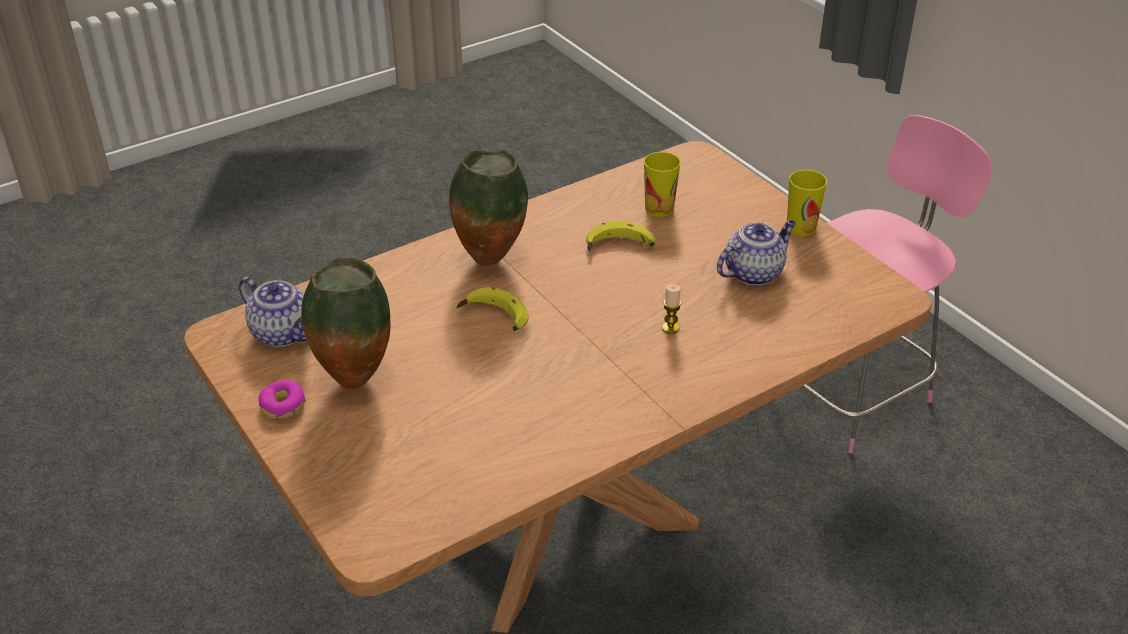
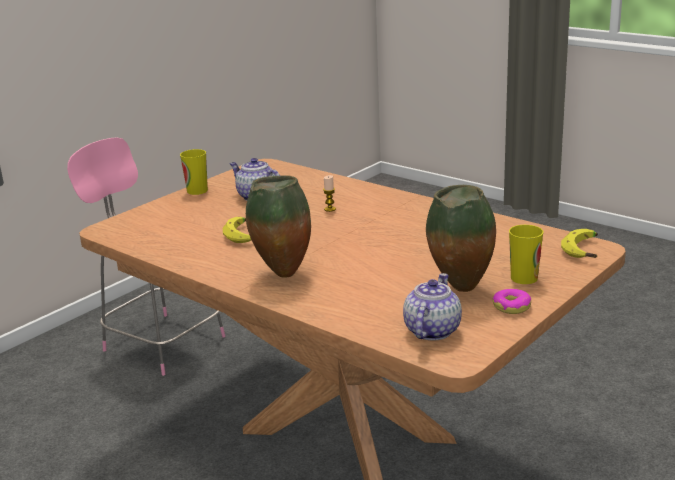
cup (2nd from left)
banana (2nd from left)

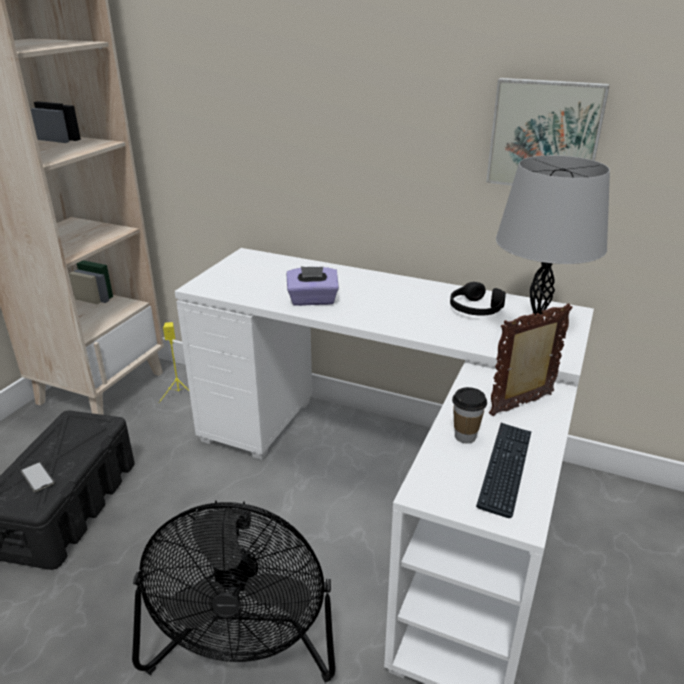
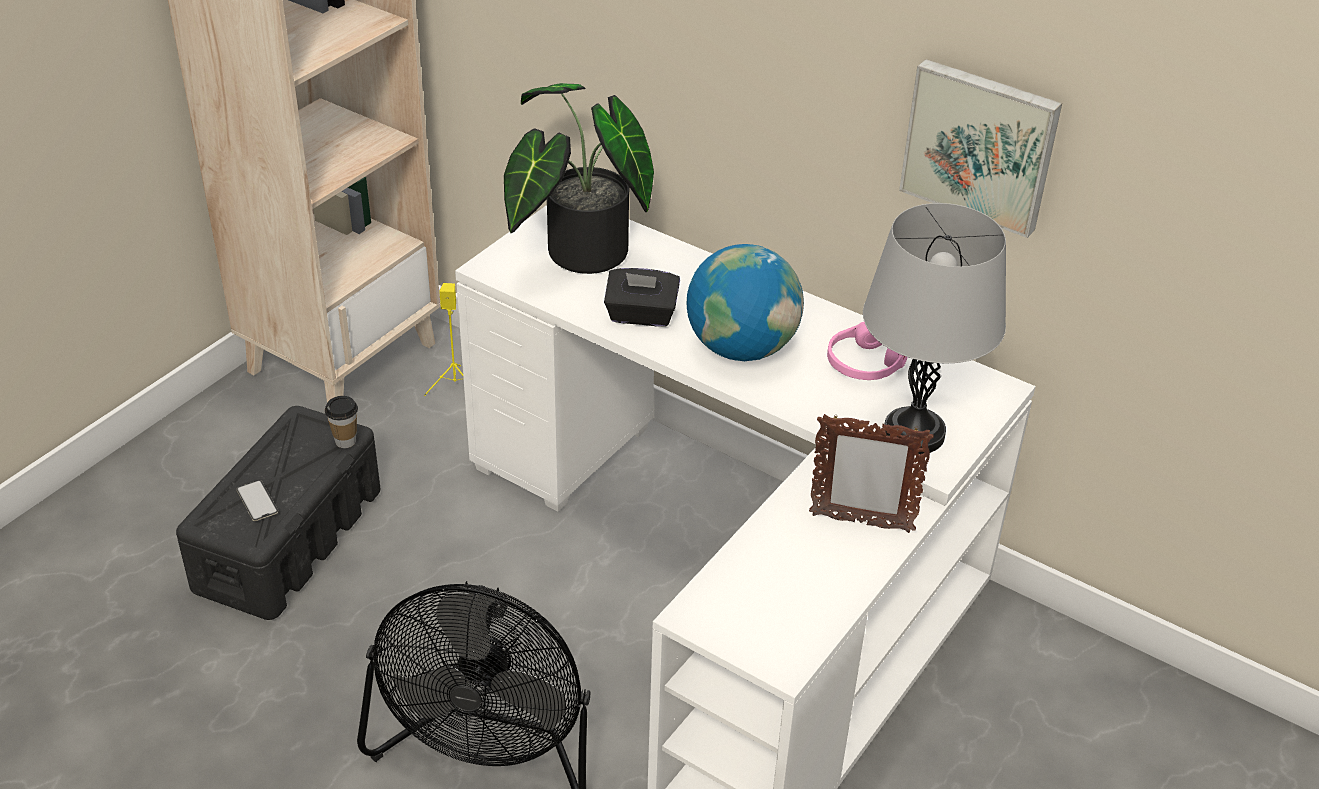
cup
potted plant
black tissue box
globe
picture frame
pink headphones
keyboard

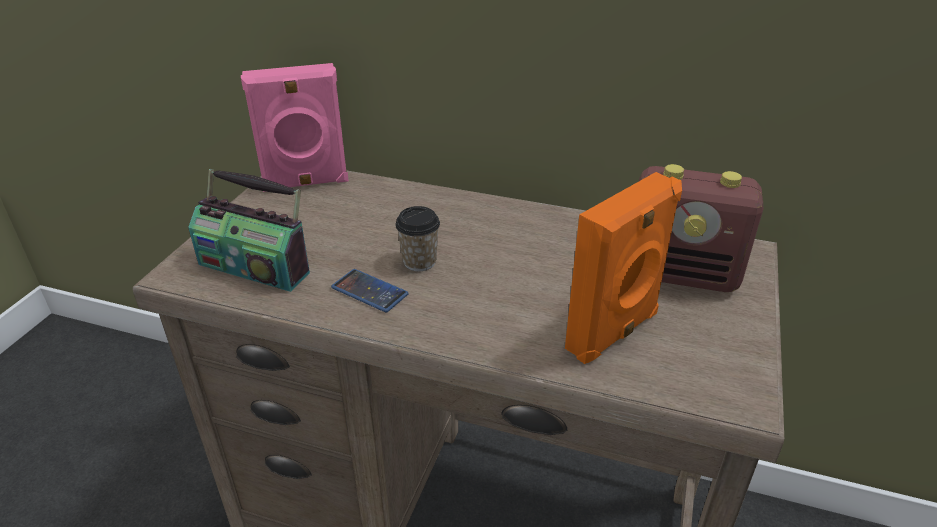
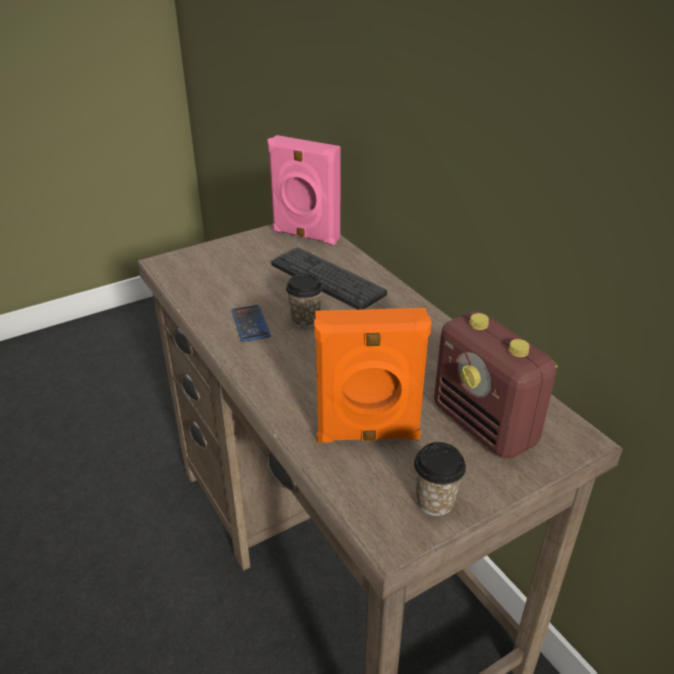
keyboard
cup (2nd from left)
radio (1st from left in the first image)

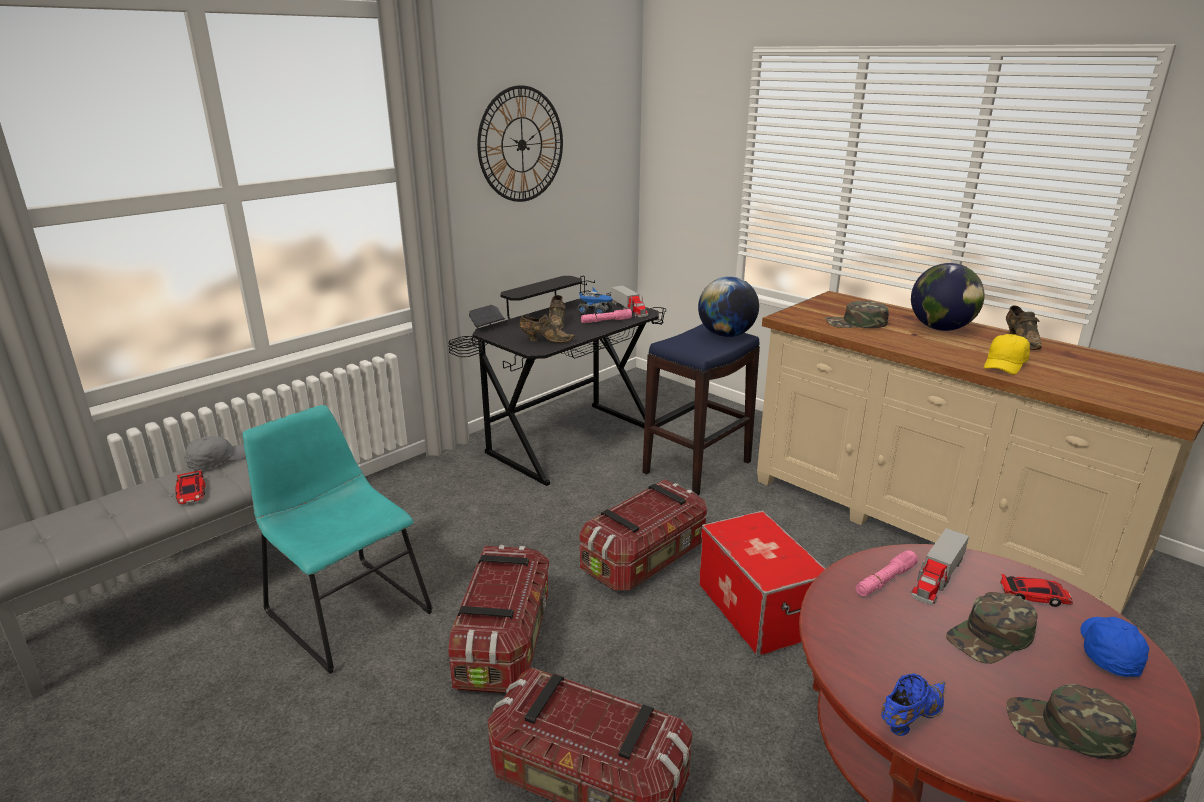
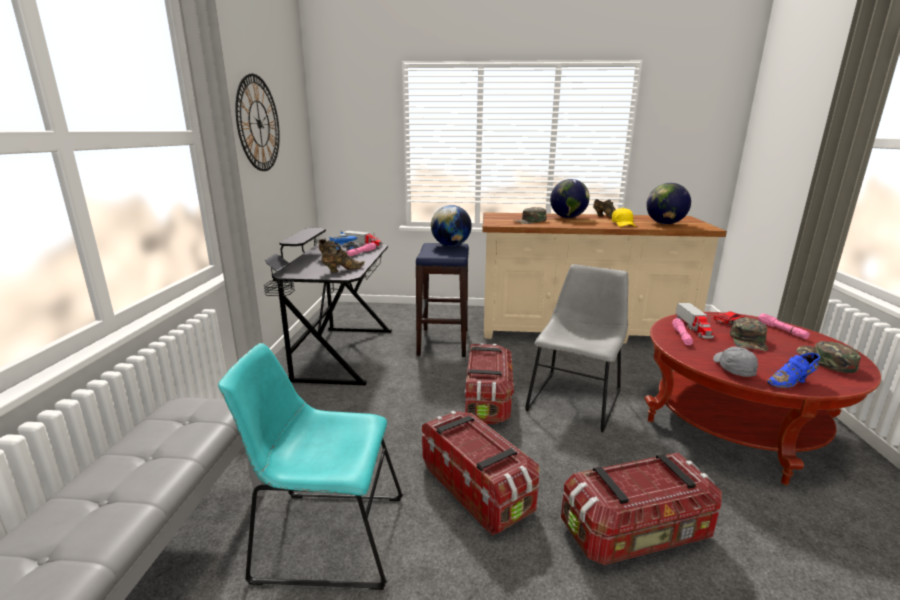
grey chair
globe (3rd from left)
grey cap
pink flashlight (3rd from left)
blue shoe
green cap (3rd from left)
toy car (1st from left in the first image)

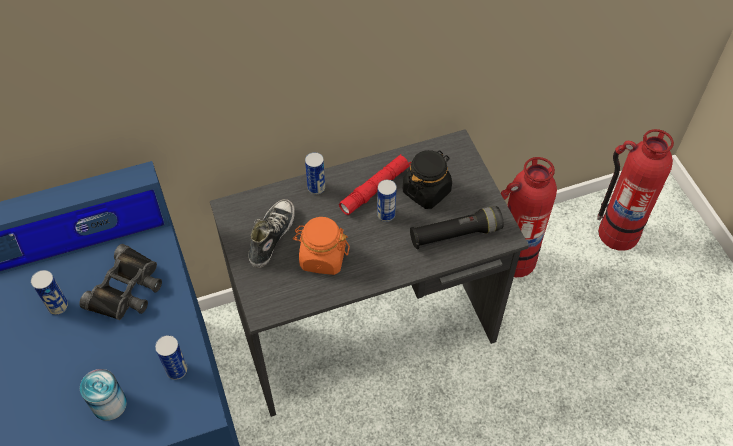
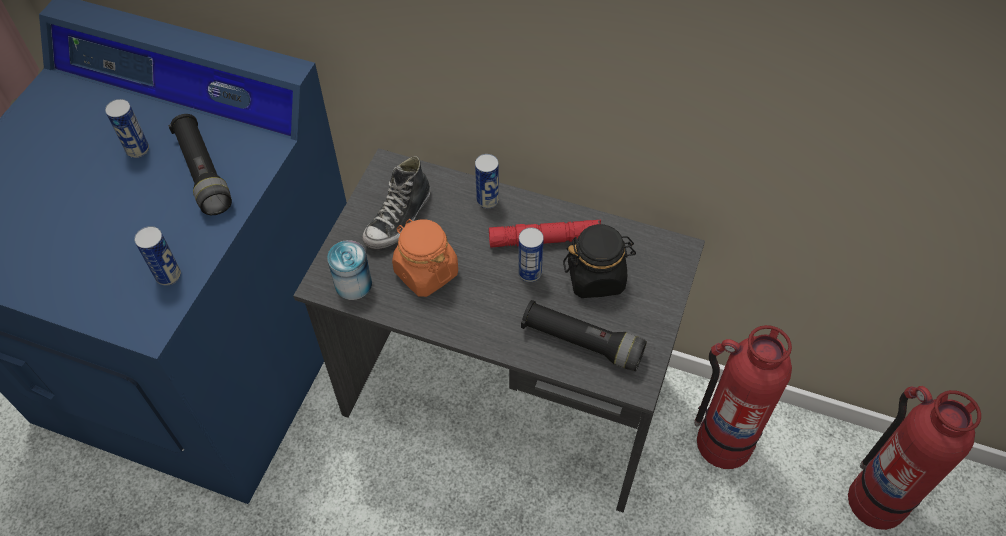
black flashlight (1st from left)
can (3rd from left)
shoe

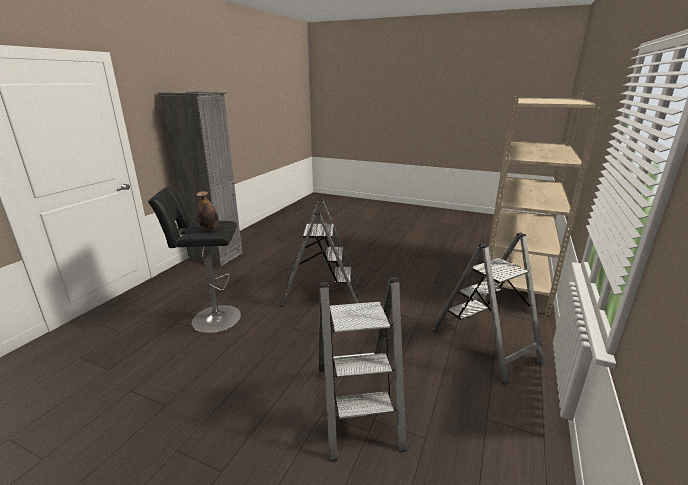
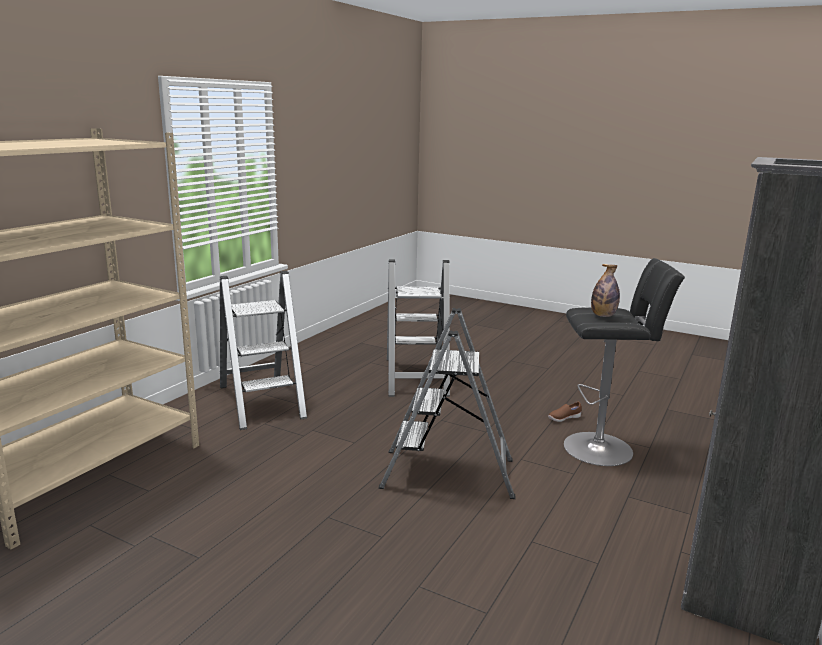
brown shoe

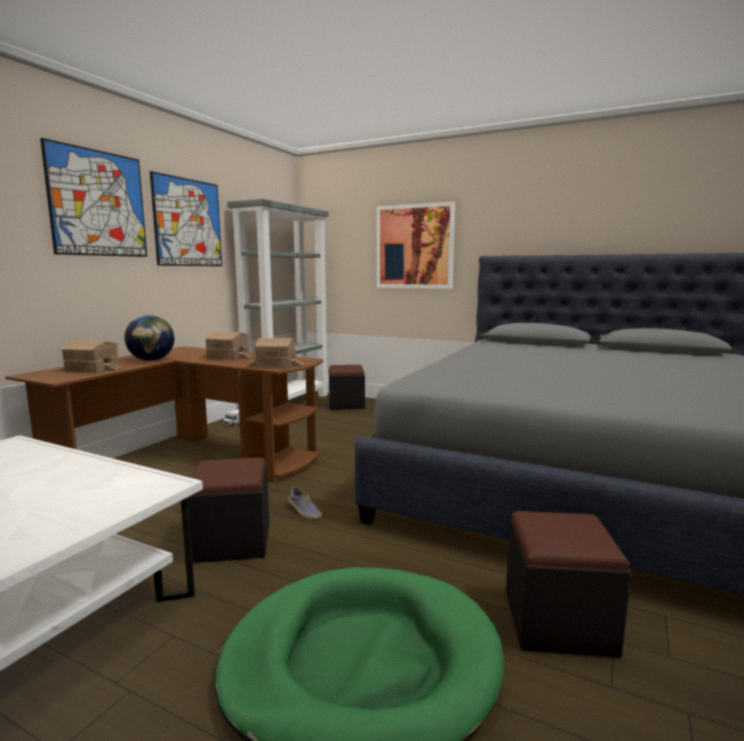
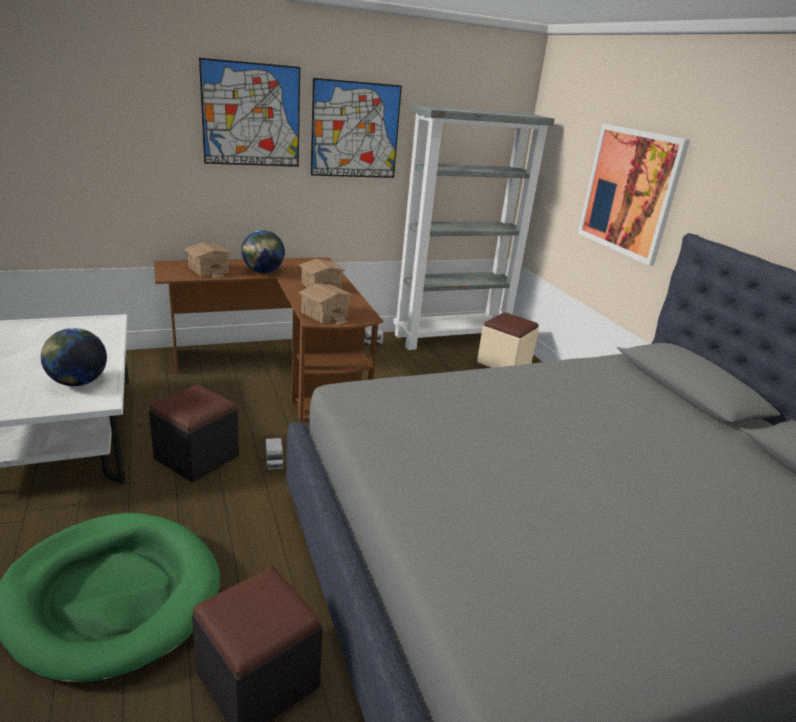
globe (1st from left)
toy truck (1st from left)
beige ottoman

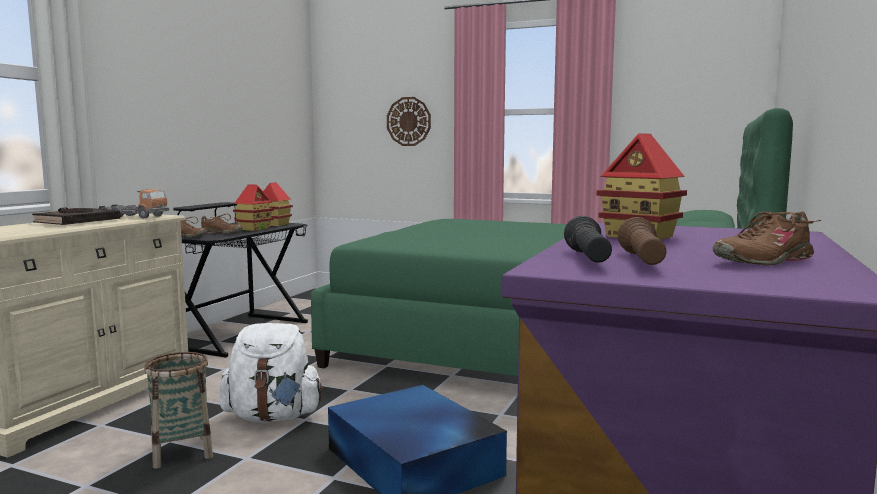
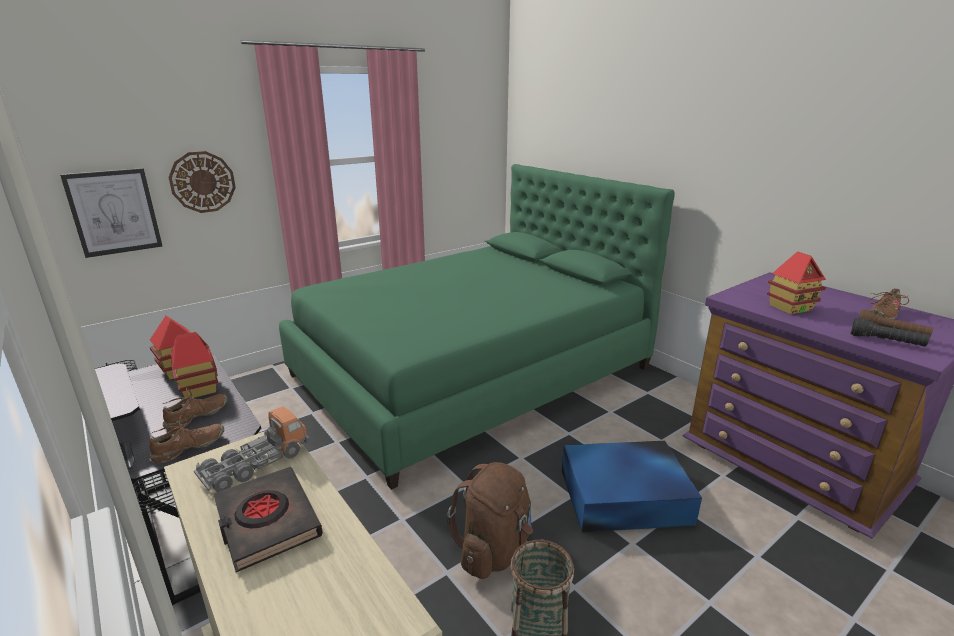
picture
brown backpack
brown shoe (3rd from left)

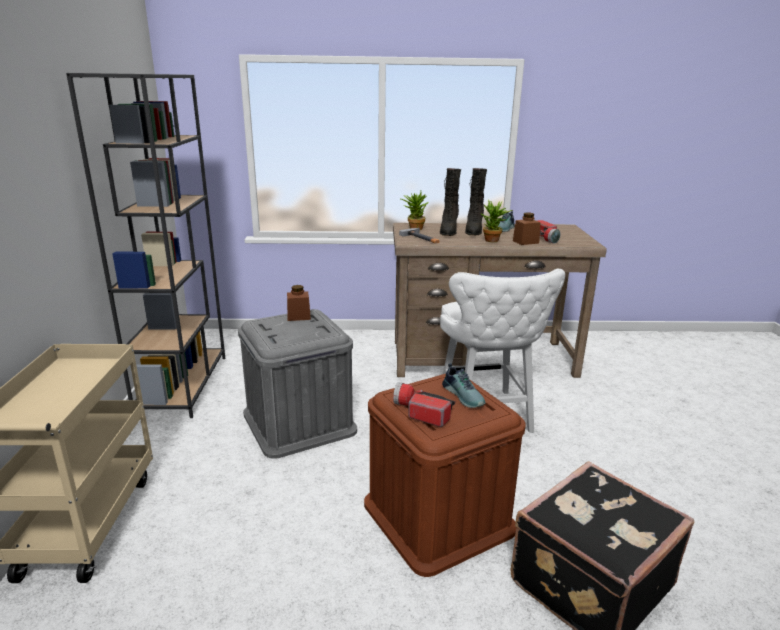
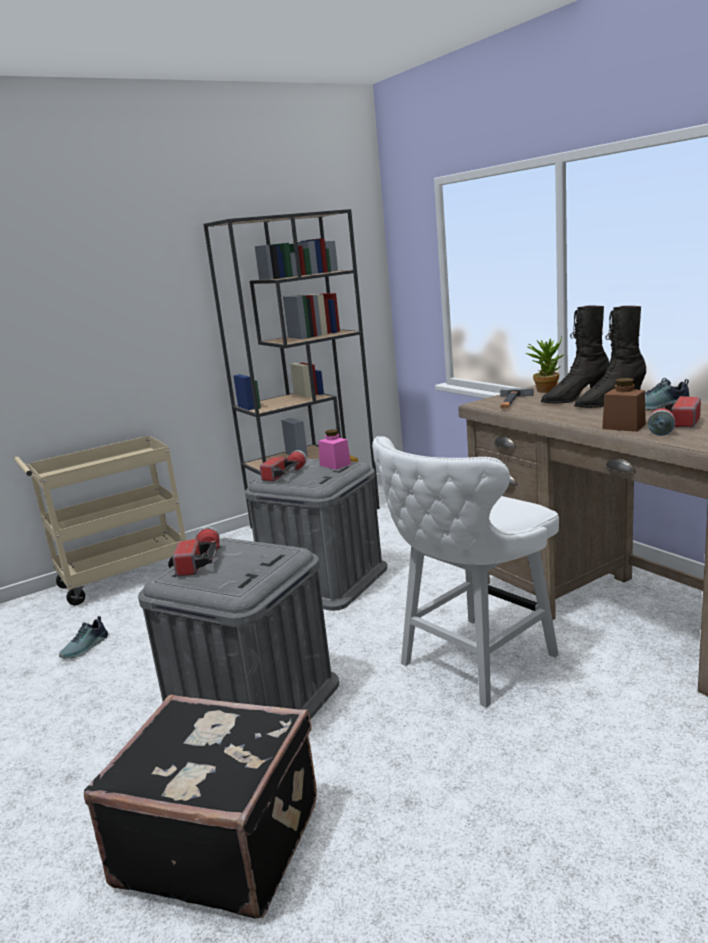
shoe (1st from left)
grey storage box (1st from left)
flashlight (2nd from left)
pink jar
potted plant (2nd from left in the first image)

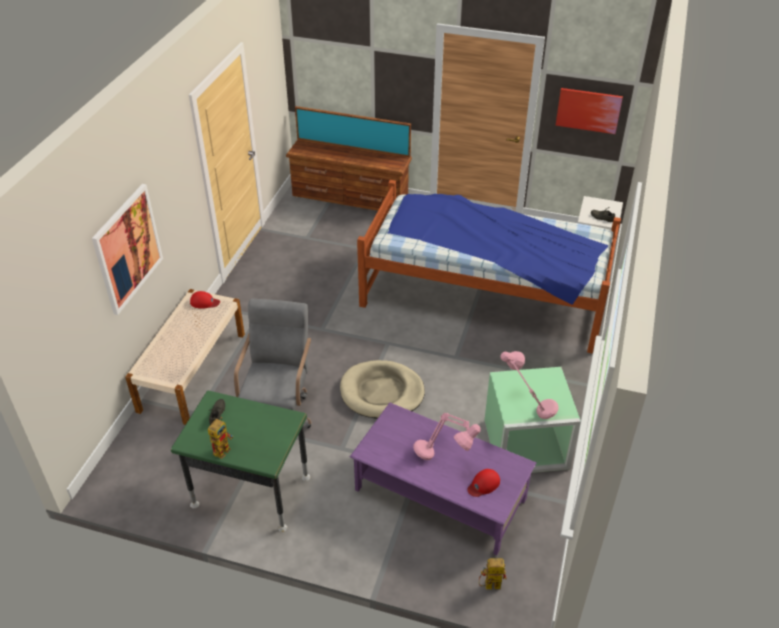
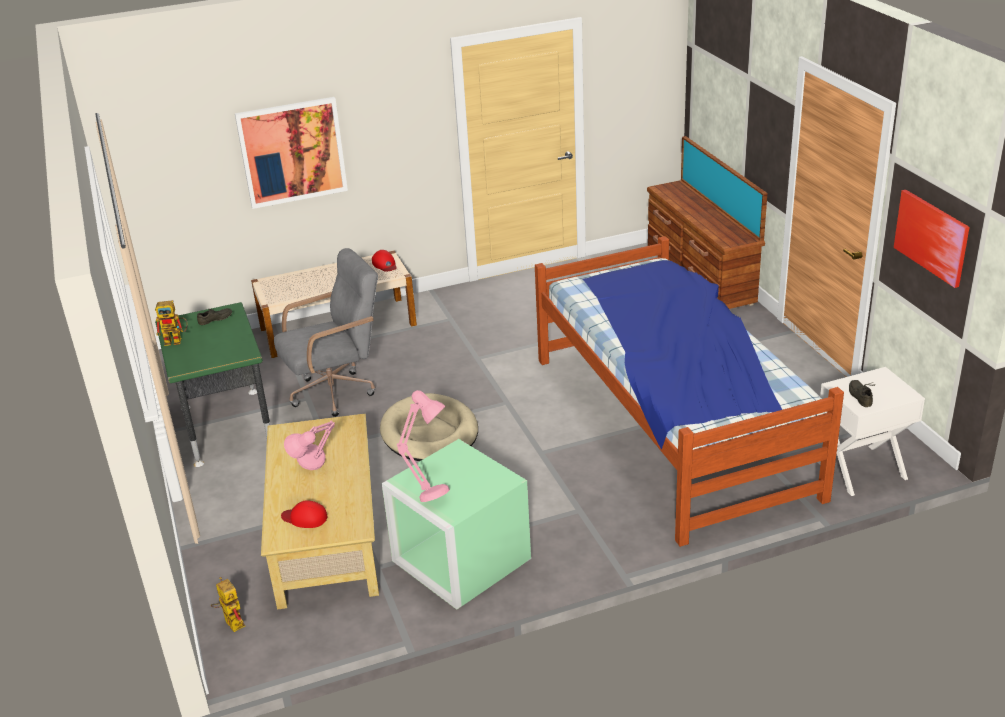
beige coffee table

